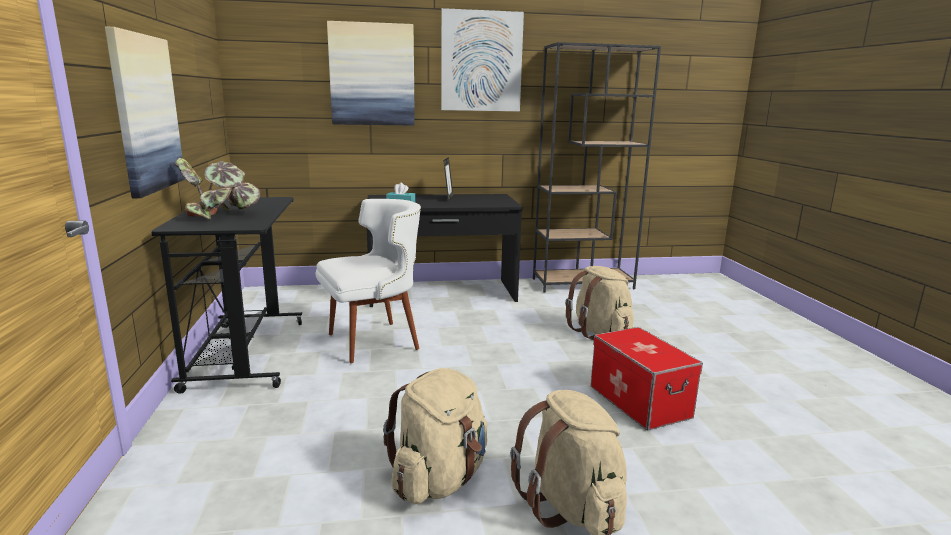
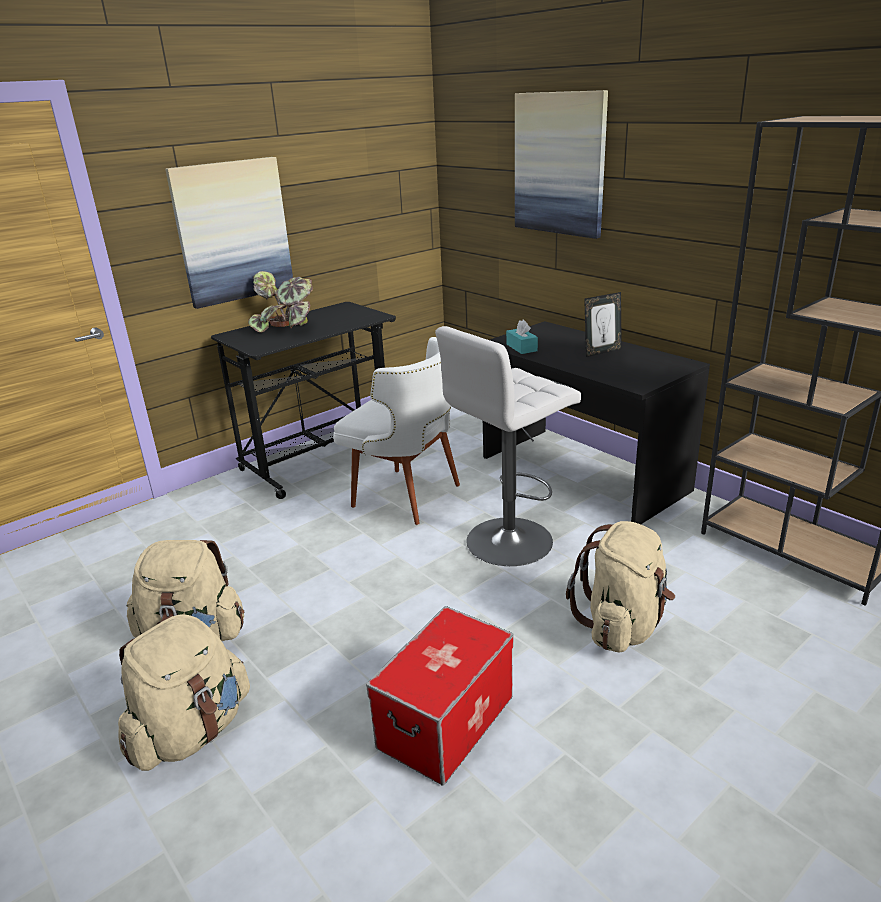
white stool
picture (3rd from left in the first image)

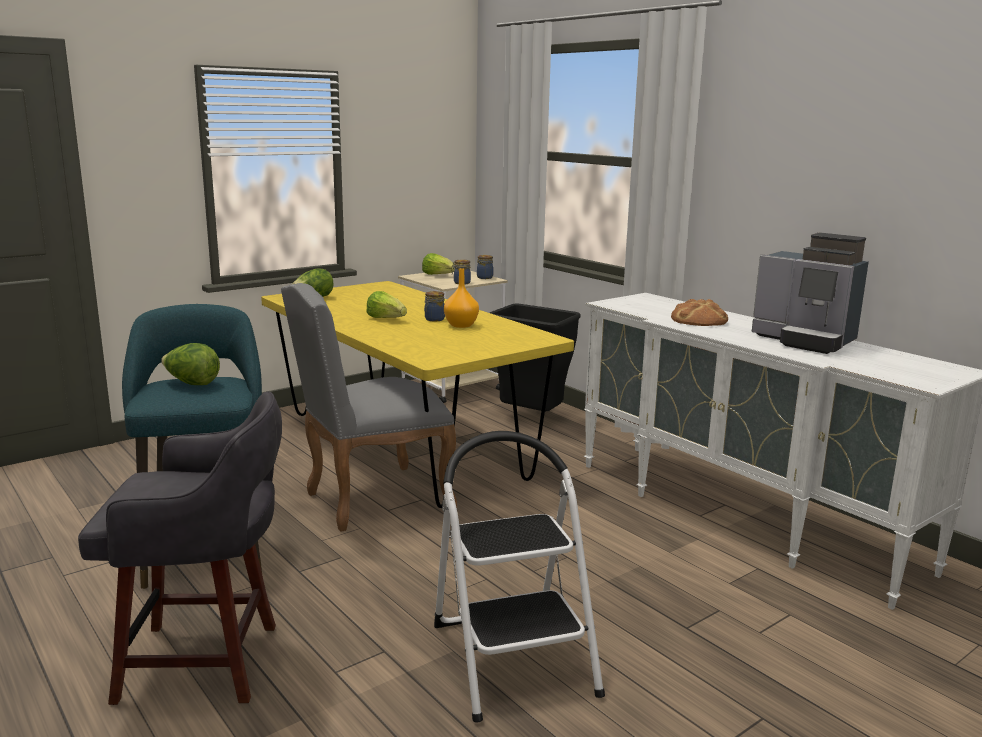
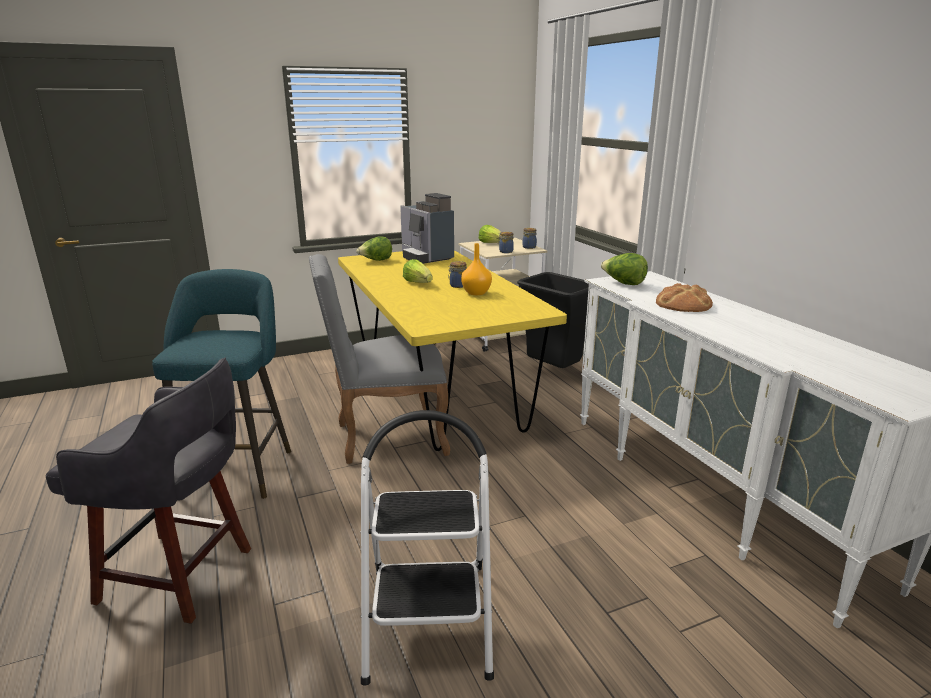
coffee machine
lettuce (4th from left)

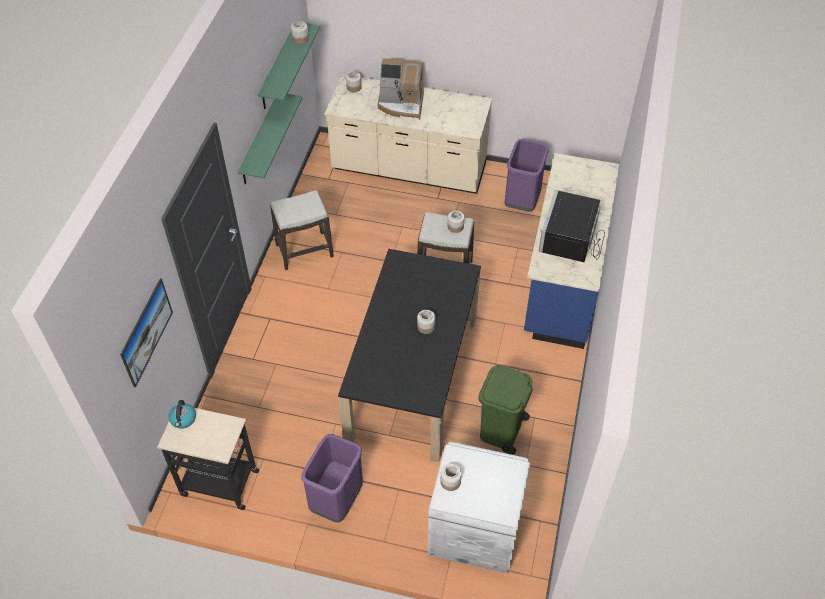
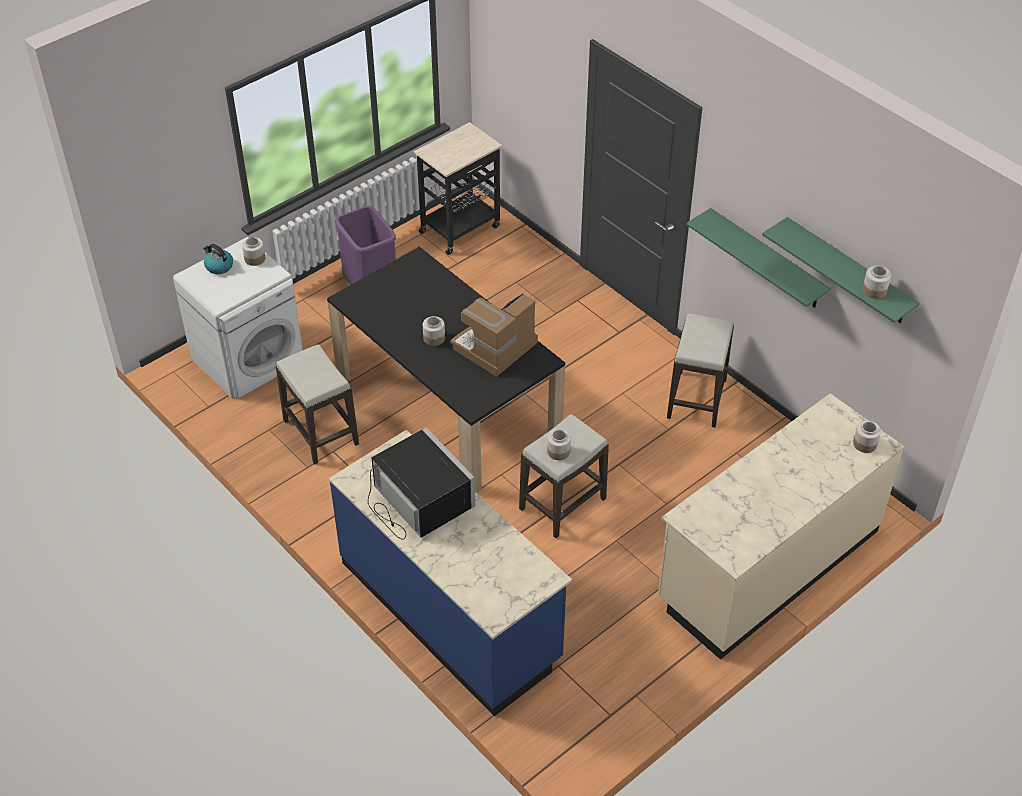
kettle
stool (1st from left)
coffee machine
picture
purple trash can (2nd from left in the first image)

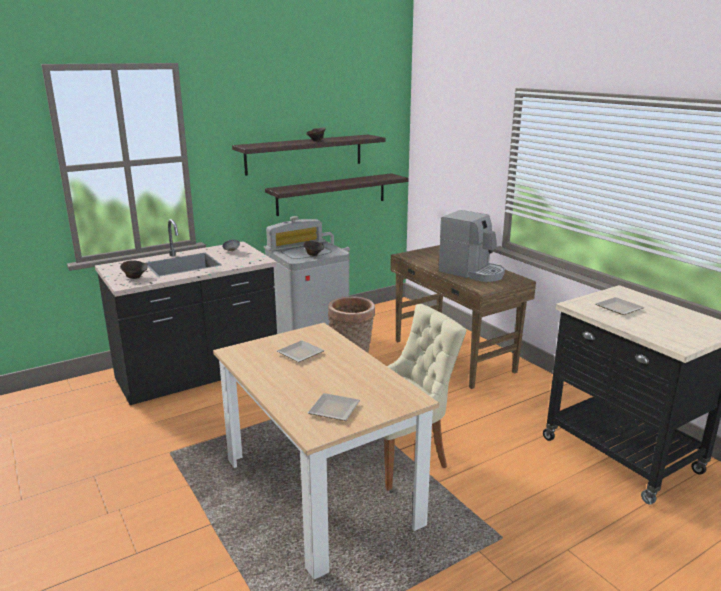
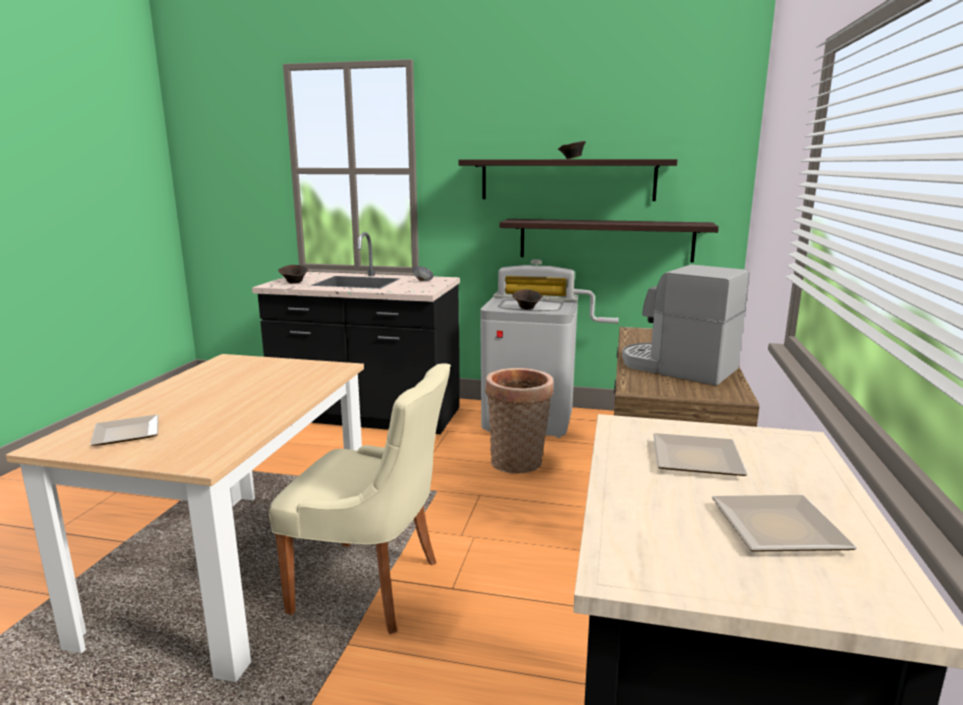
coffee machine
plate (3rd from left)

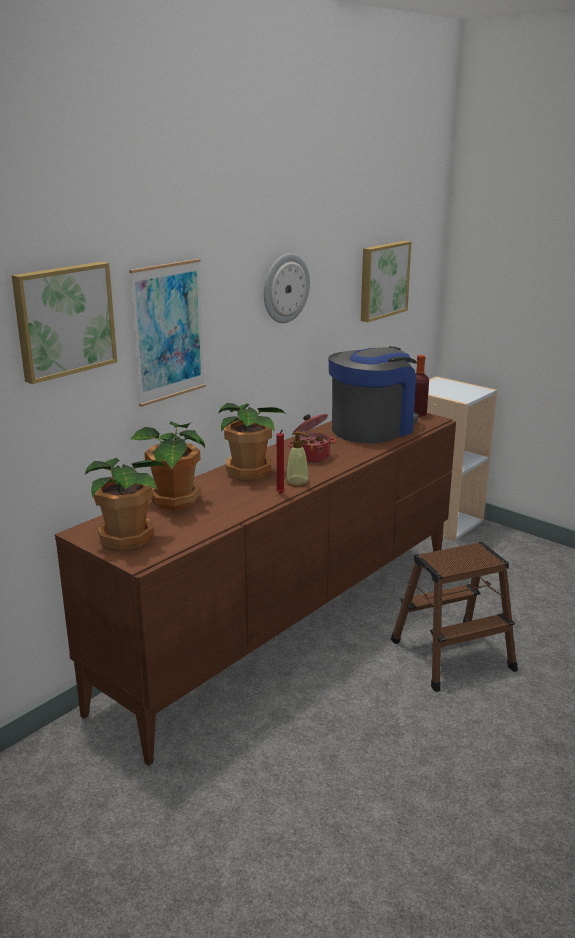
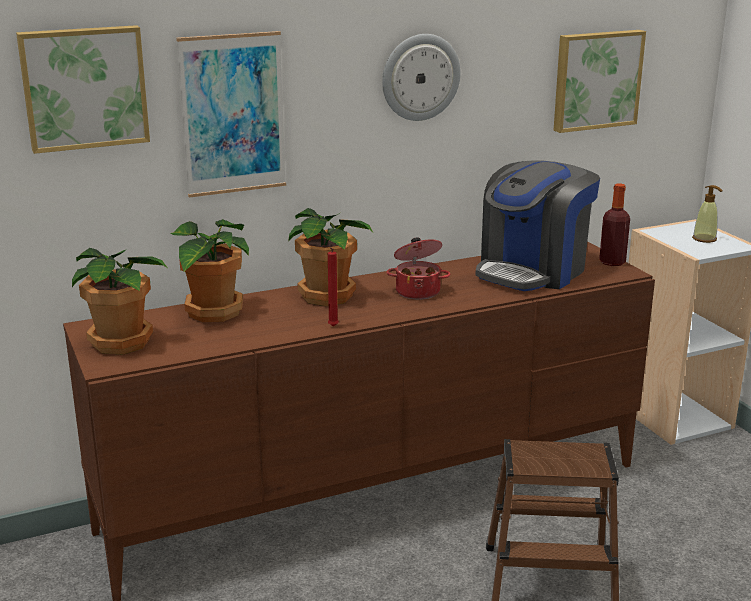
coffee machine
soap dispenser

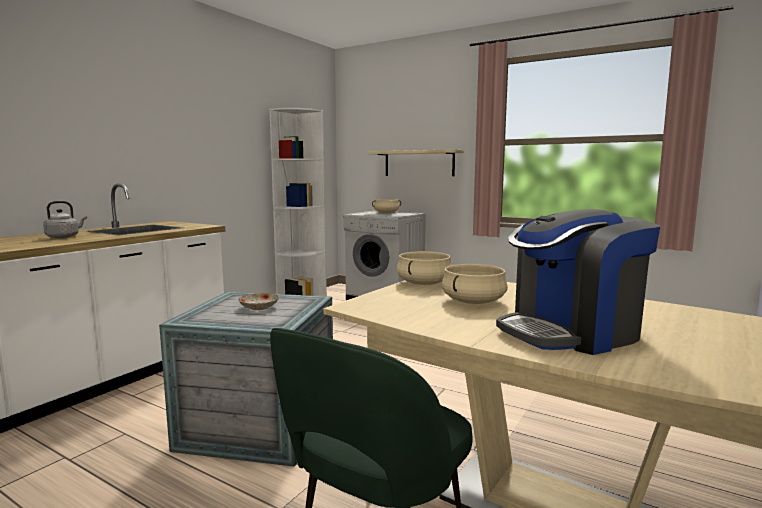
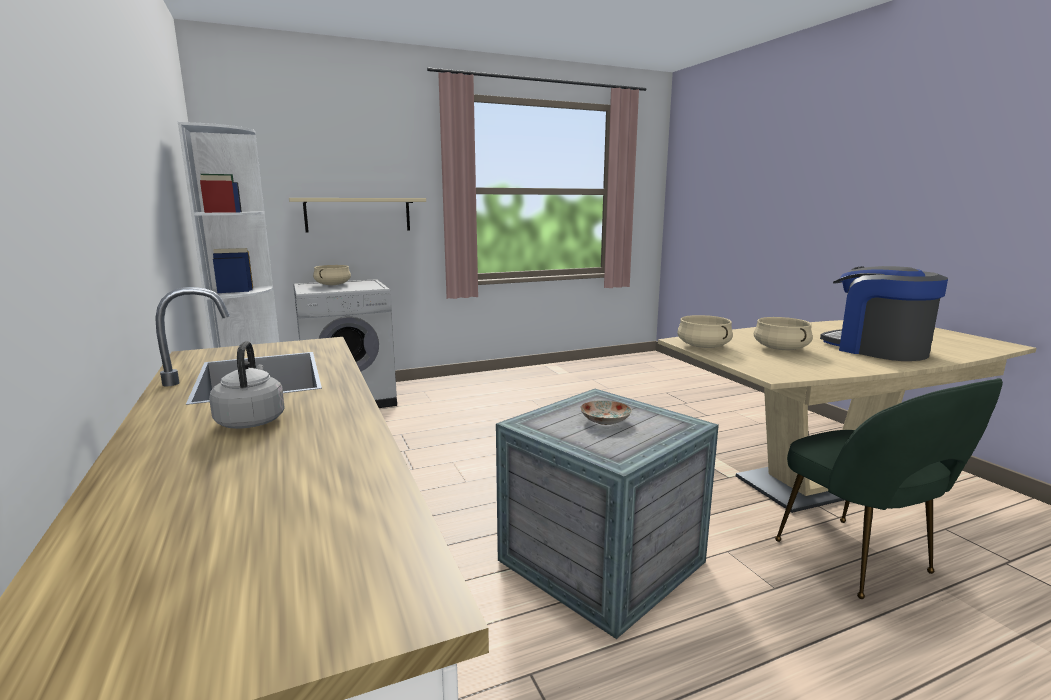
coffee machine

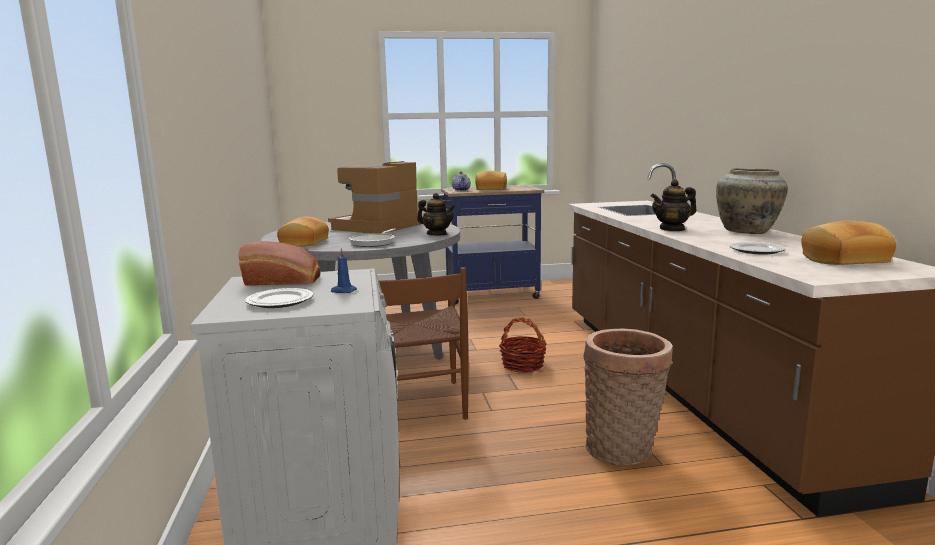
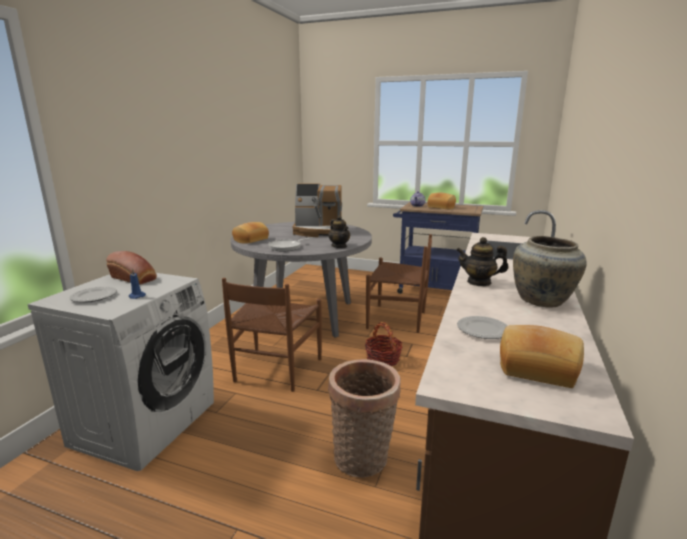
coffee machine
brown chair (2nd from left)

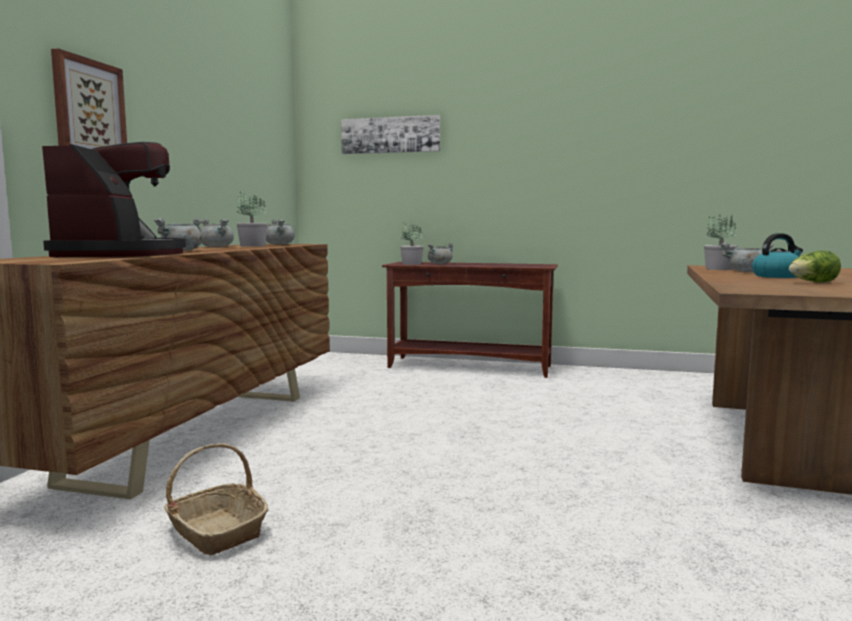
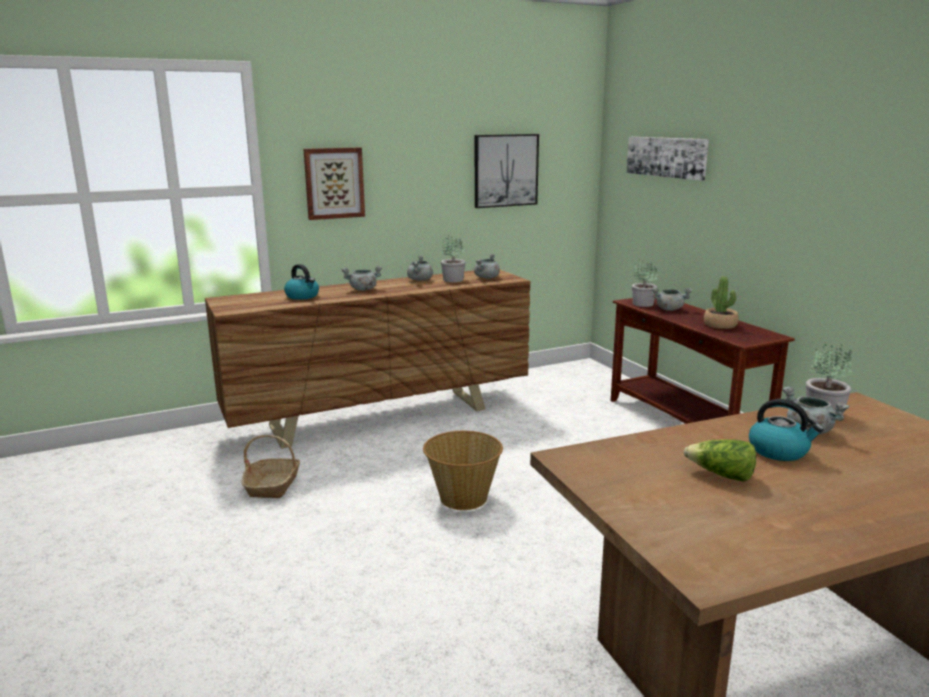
kettle (1st from left)
basket (2nd from left)
picture (2nd from left)
potted plant (3rd from left)

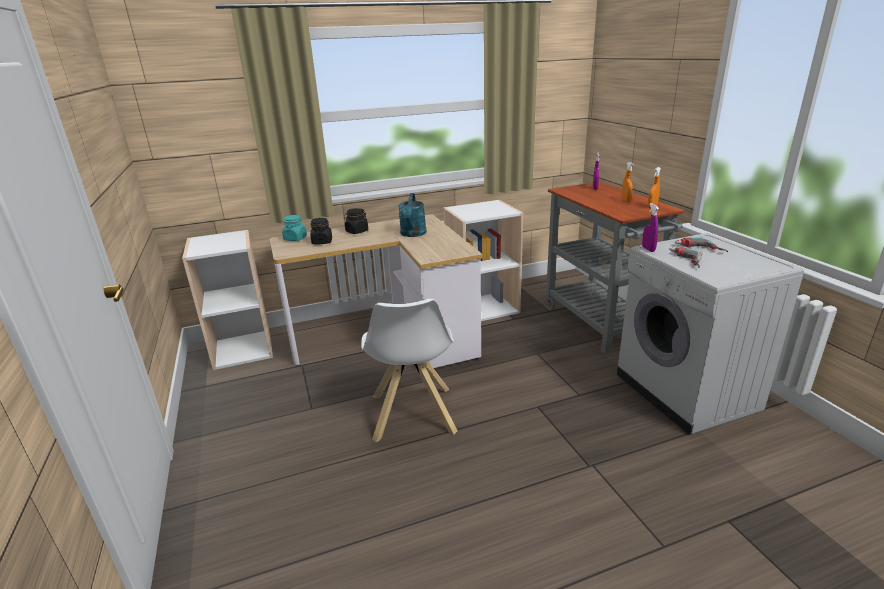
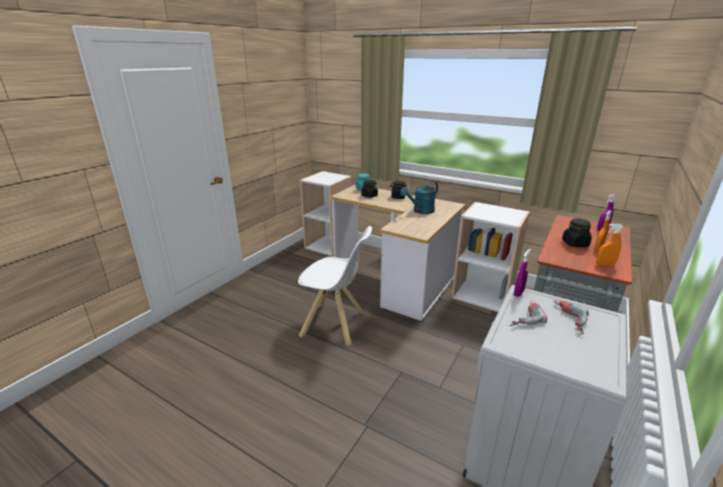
white chair
black jar (3rd from left)

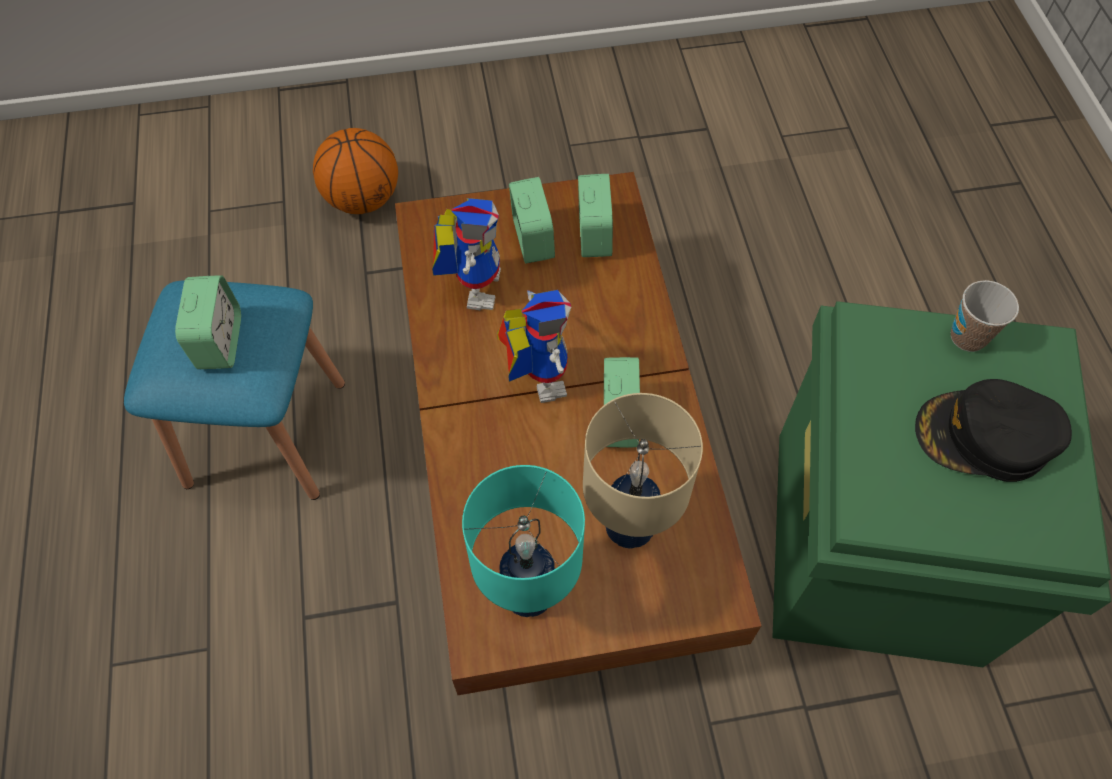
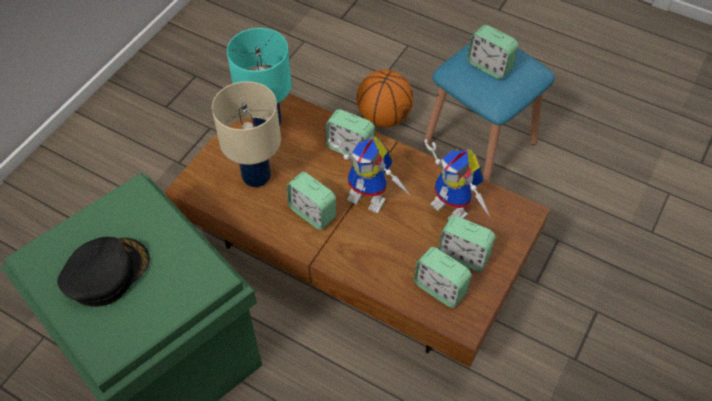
alarm clock (2nd from left)
basketball
cup

